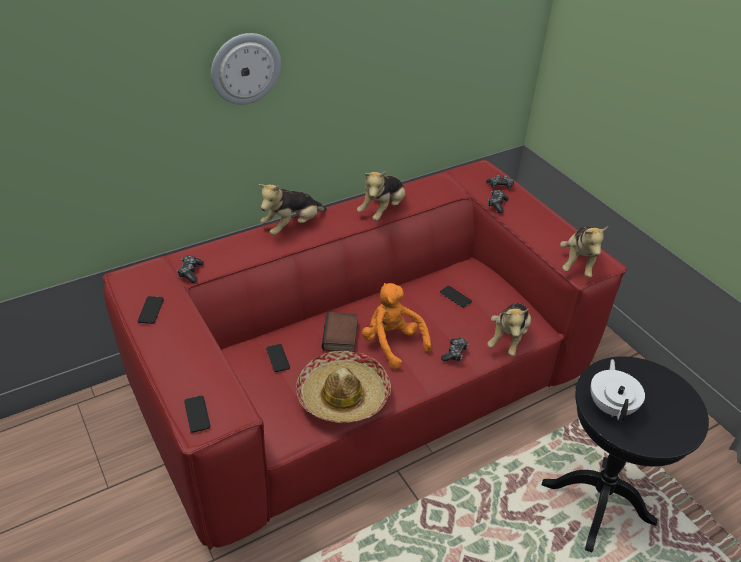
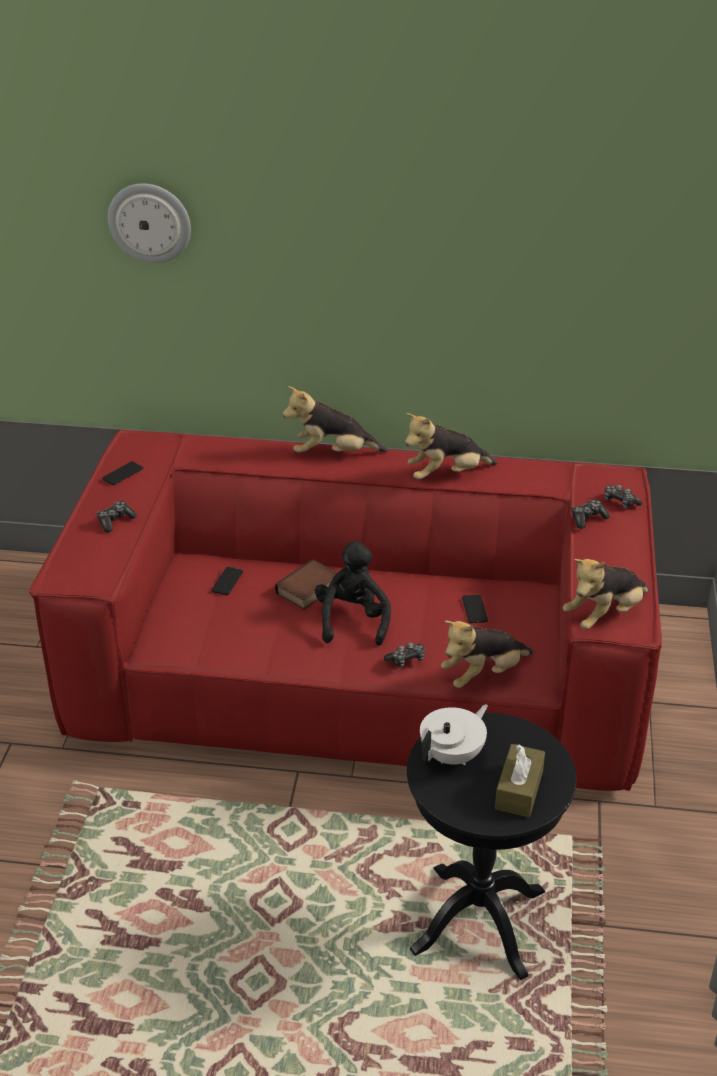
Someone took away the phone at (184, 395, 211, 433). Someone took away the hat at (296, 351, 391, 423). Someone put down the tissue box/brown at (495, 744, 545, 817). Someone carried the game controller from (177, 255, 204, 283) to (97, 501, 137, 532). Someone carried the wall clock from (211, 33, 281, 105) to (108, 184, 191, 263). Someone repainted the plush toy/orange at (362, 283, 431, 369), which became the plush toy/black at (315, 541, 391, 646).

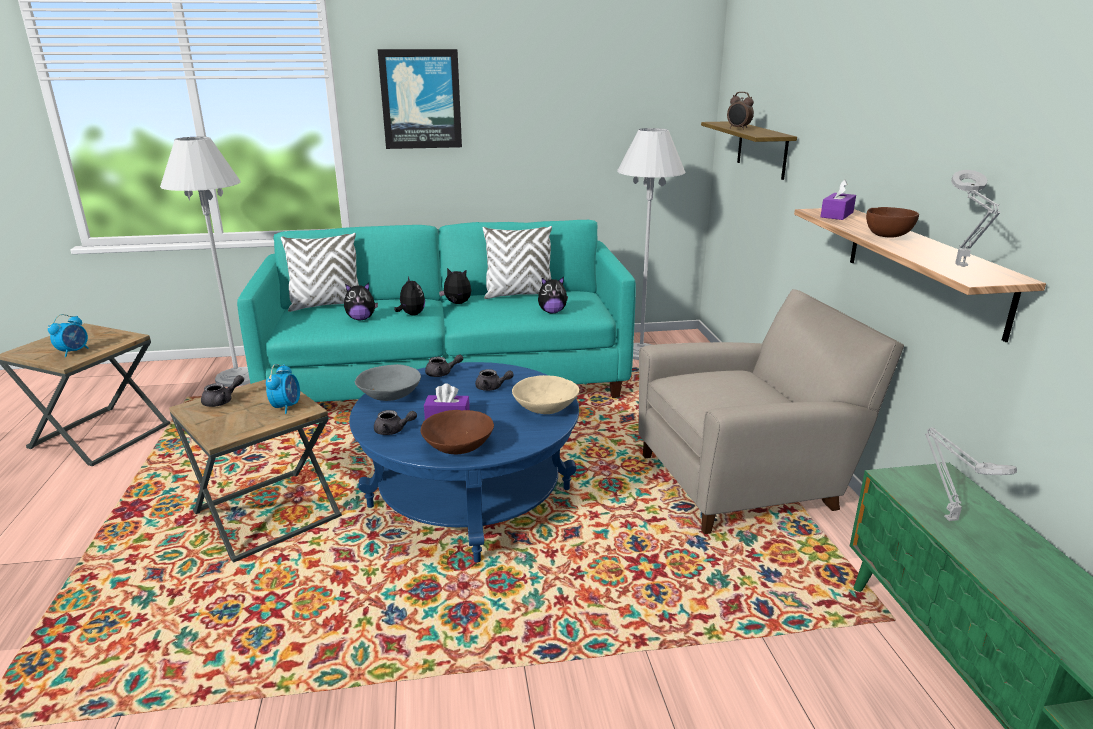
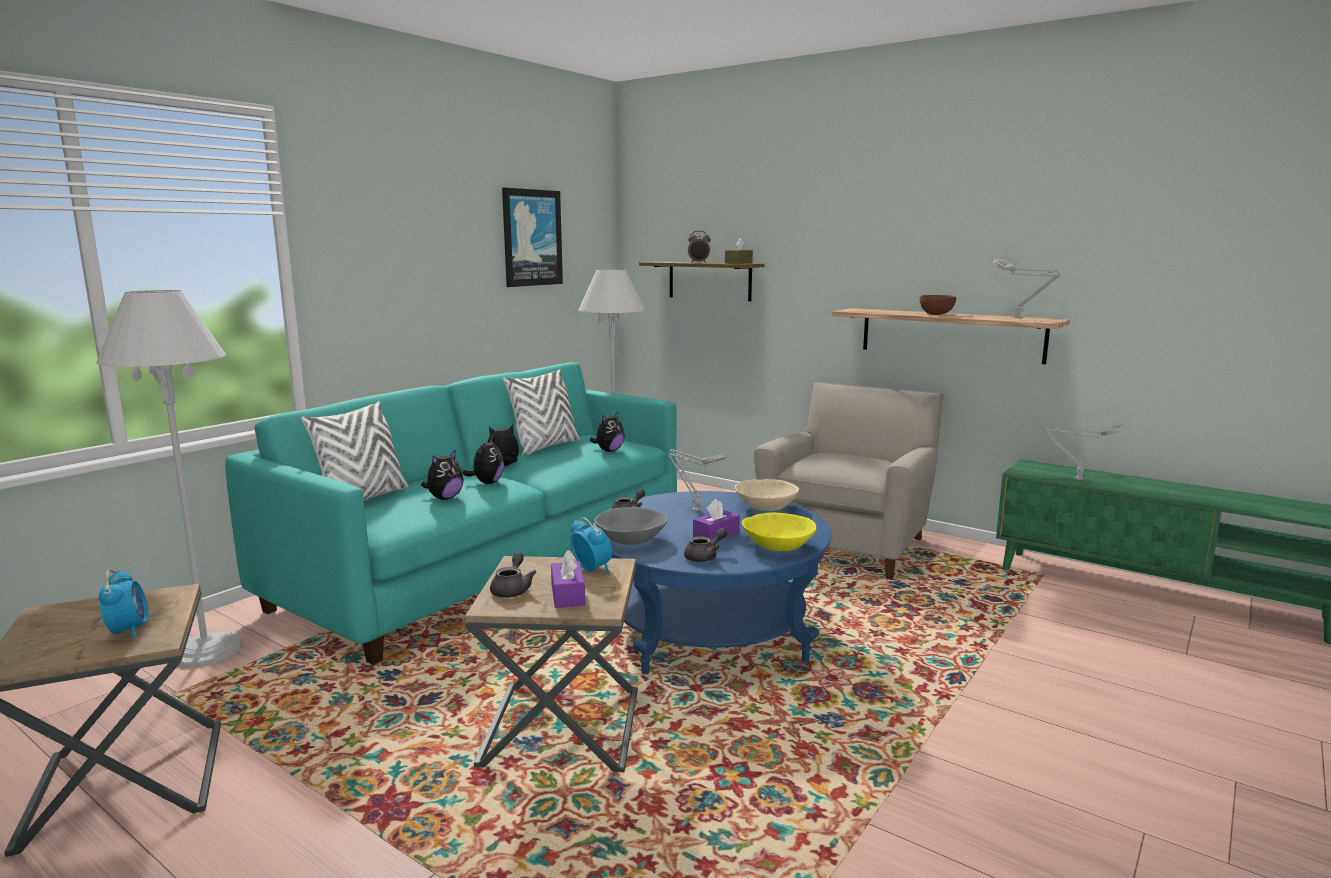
Someone put down the tissue box/brown at (725, 238, 753, 264). Someone carried the picture from (378, 49, 462, 149) to (502, 188, 563, 287). Someone carried the tissue box/purple from (820, 179, 856, 220) to (551, 550, 585, 608). Someone swapped the teapot/grey at (475, 369, 514, 391) for the table lamp/grey at (668, 449, 727, 511). Someone repainted the bowl/brown at (421, 410, 494, 455), which became the bowl/yellow at (742, 513, 816, 551). Someone rotated the plush toy at (394, 276, 425, 315) by 75 degrees clockwise.

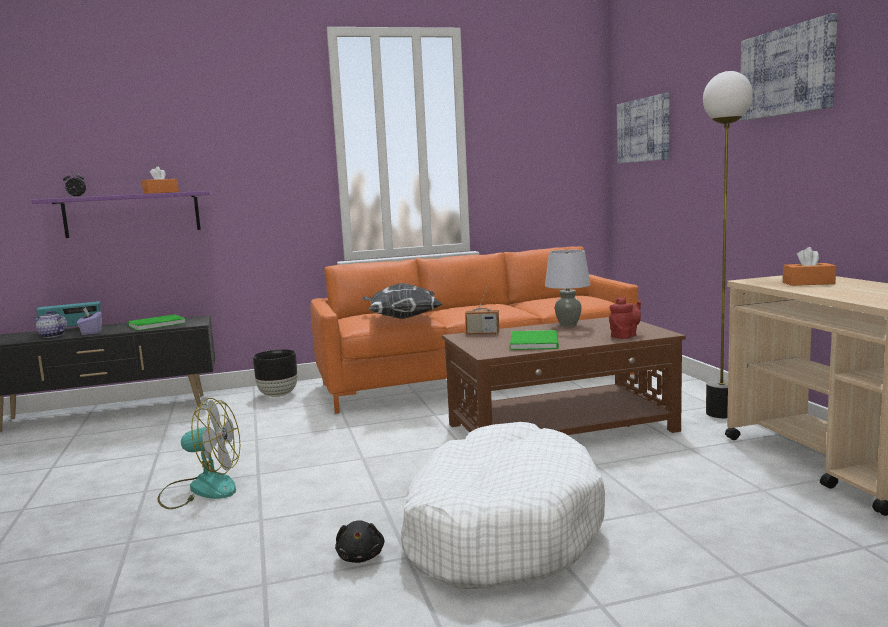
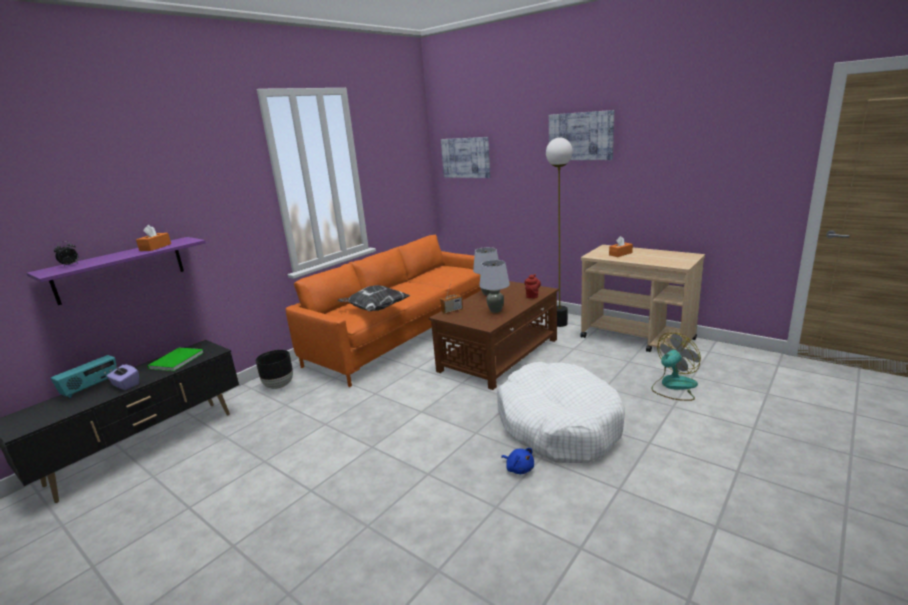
Someone took away the teapot at (33, 311, 68, 338). Someone carried the fan from (158, 398, 240, 509) to (651, 333, 701, 401). Someone swapped the book/green at (510, 330, 559, 350) for the table lamp/grey at (479, 260, 510, 313). Someone repainted the plush toy/black at (335, 520, 384, 563), which became the plush toy/blue at (501, 448, 534, 474).

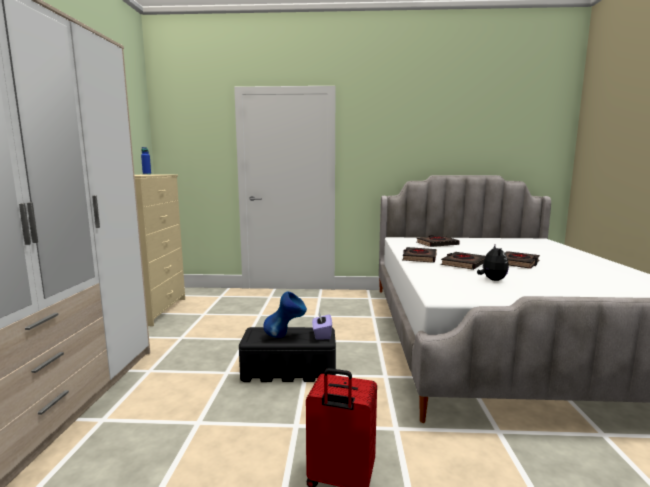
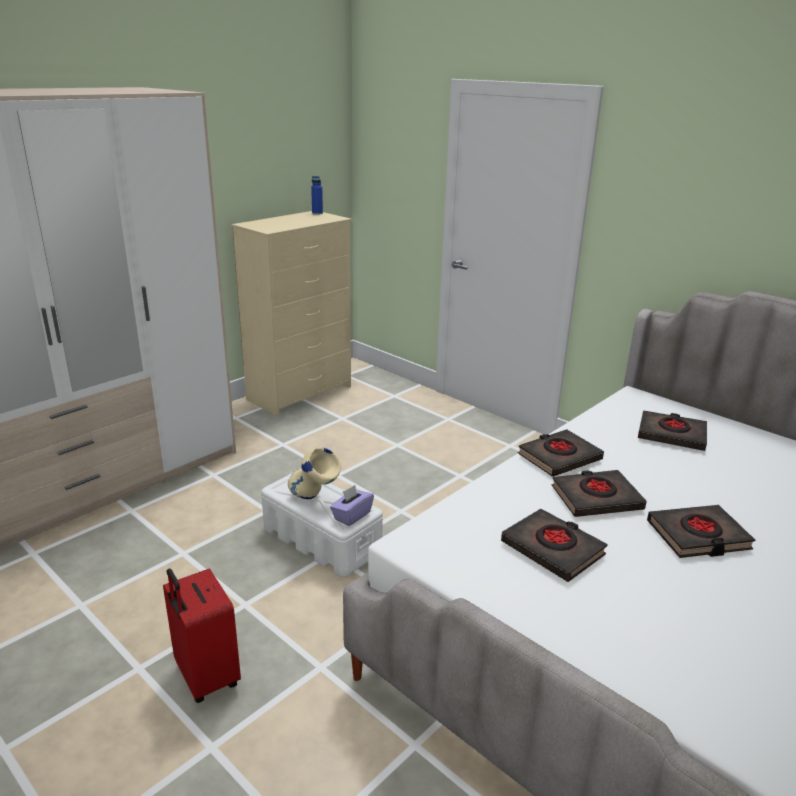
Someone swapped the plush toy at (477, 245, 509, 281) for the book/black at (501, 509, 608, 582). Someone repainted the storage box/black at (239, 327, 336, 382), which became the storage box/white at (261, 472, 383, 577). Someone repainted the vase/blue at (263, 292, 307, 338), which became the vase/beige at (288, 447, 341, 499).

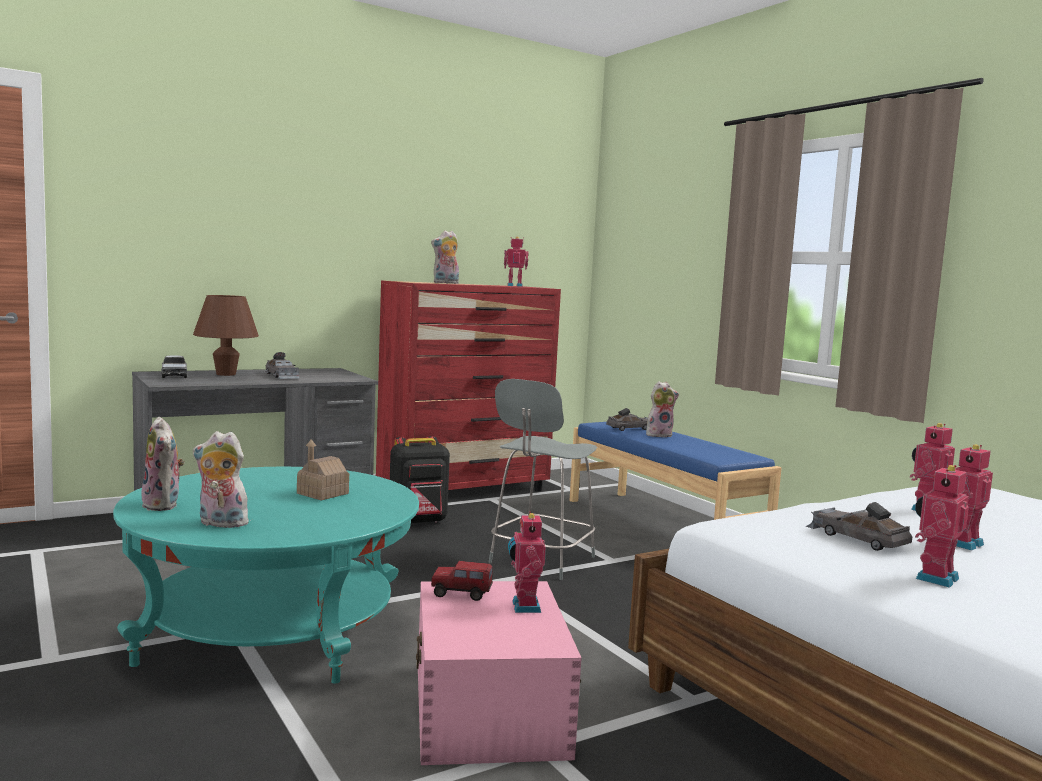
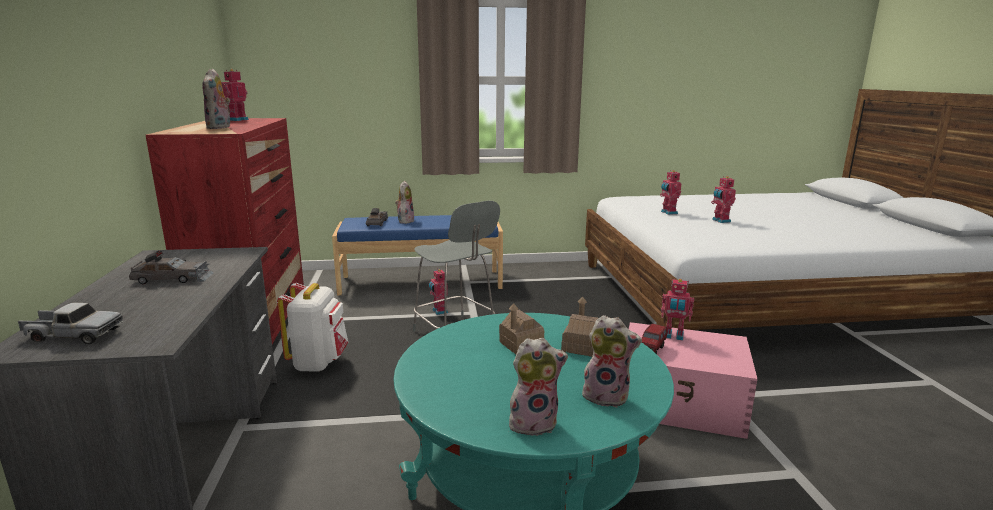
Someone took away the table lamp/brown at (193, 295, 259, 376). Someone took away the toy car/grey at (806, 502, 912, 551). Someone put down the toy house at (561, 296, 598, 357). Someone carried the toy robot from (915, 465, 969, 588) to (429, 268, 448, 315). Someone repainted the backpack/black at (390, 436, 450, 523), which became the backpack/white at (277, 283, 348, 372). Someone rotated the plush toy at (193, 431, 251, 528) by 105 degrees counterclockwise.

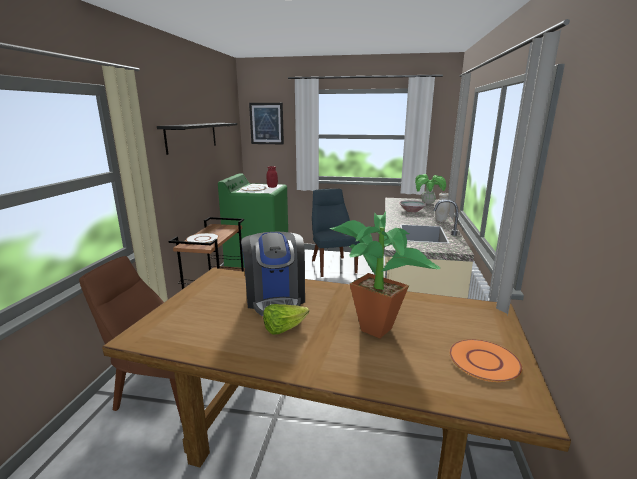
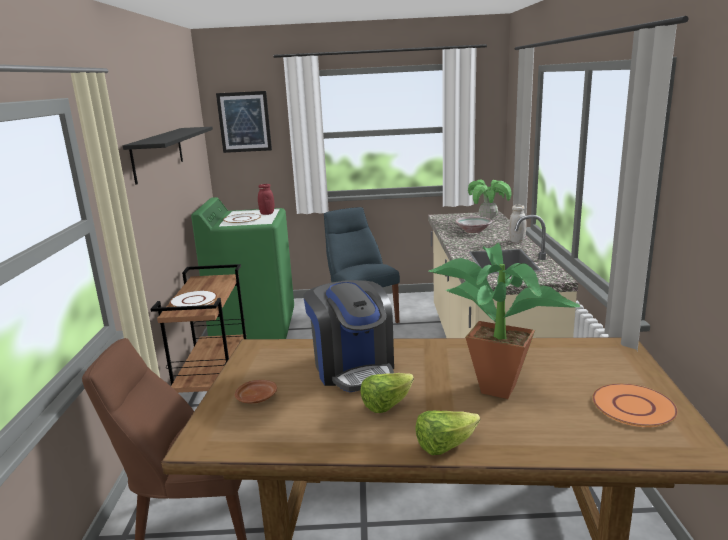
Someone put down the plate/brown at (235, 380, 277, 403). Someone put down the lettuce at (415, 411, 480, 455).

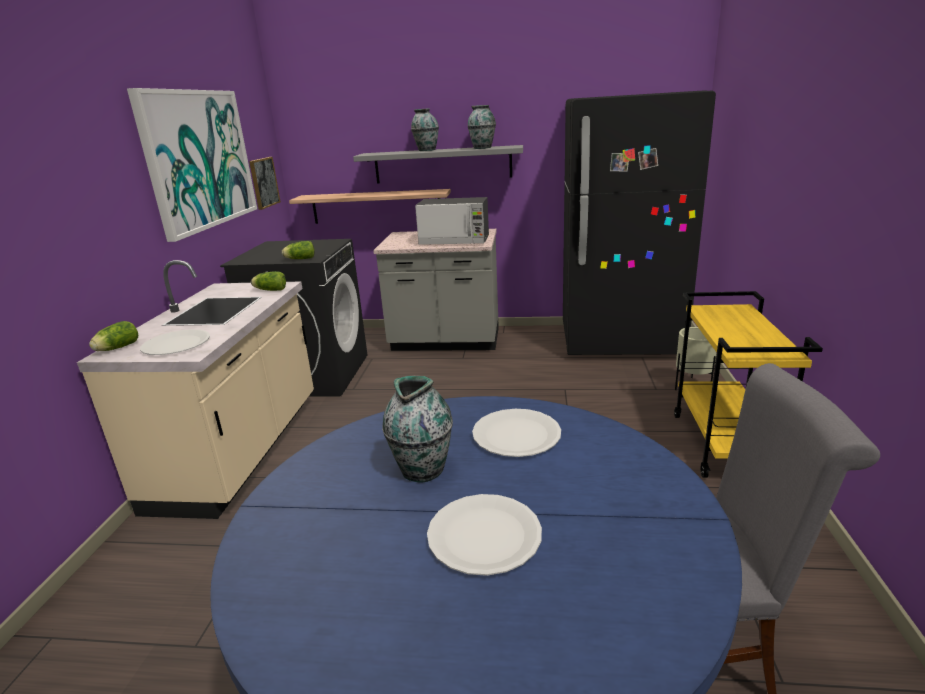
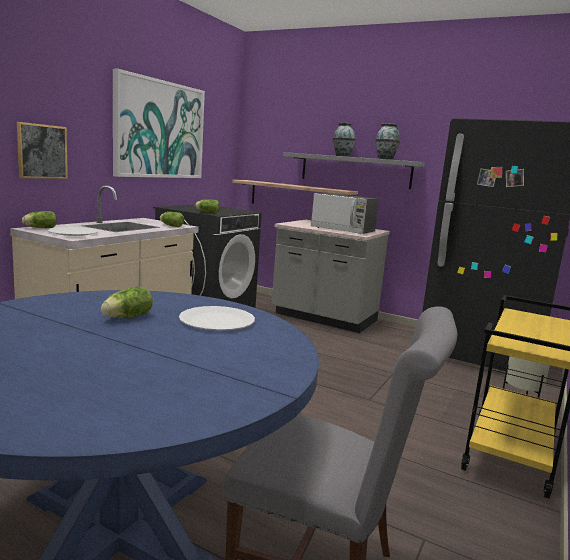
Someone took away the plate/white at (427, 494, 542, 576). Someone carried the picture from (249, 157, 281, 210) to (17, 122, 68, 179). Someone swapped the vase at (382, 376, 453, 482) for the lettuce at (101, 287, 153, 318).

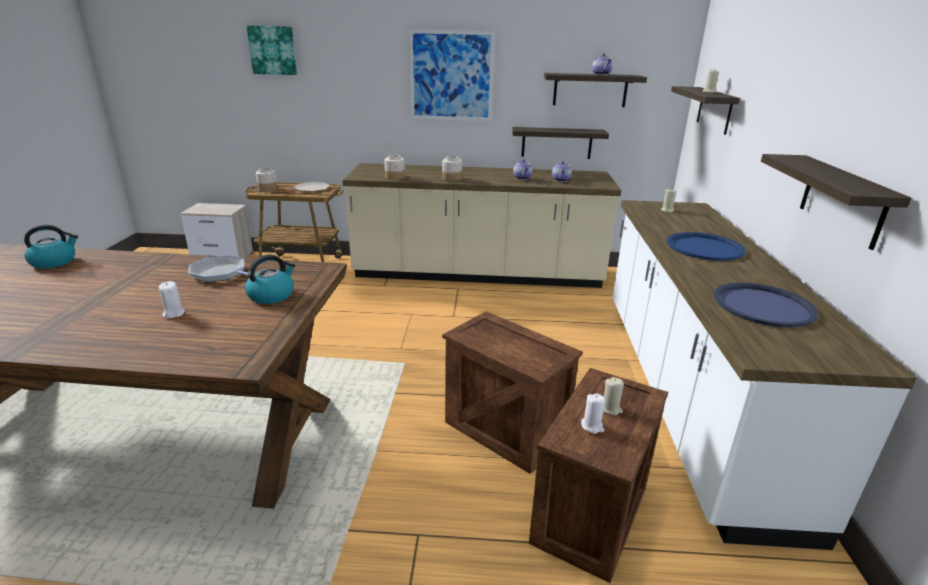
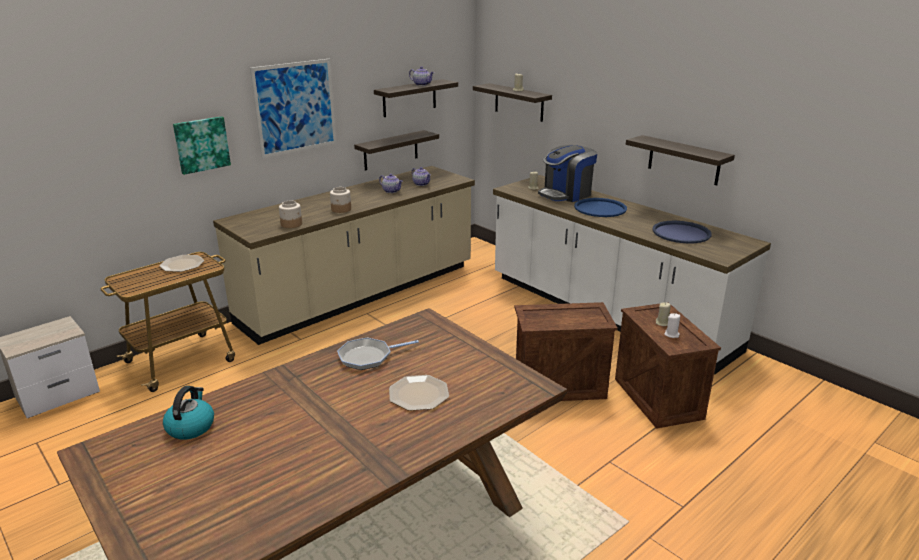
Someone took away the kettle at (245, 254, 295, 304). Someone took away the jar at (256, 168, 277, 191). Someone put down the coffee machine at (538, 145, 597, 202). Someone carried the picture from (247, 26, 297, 75) to (173, 116, 231, 175). Someone swapped the candle/white at (159, 281, 185, 318) for the plate at (389, 375, 449, 411).

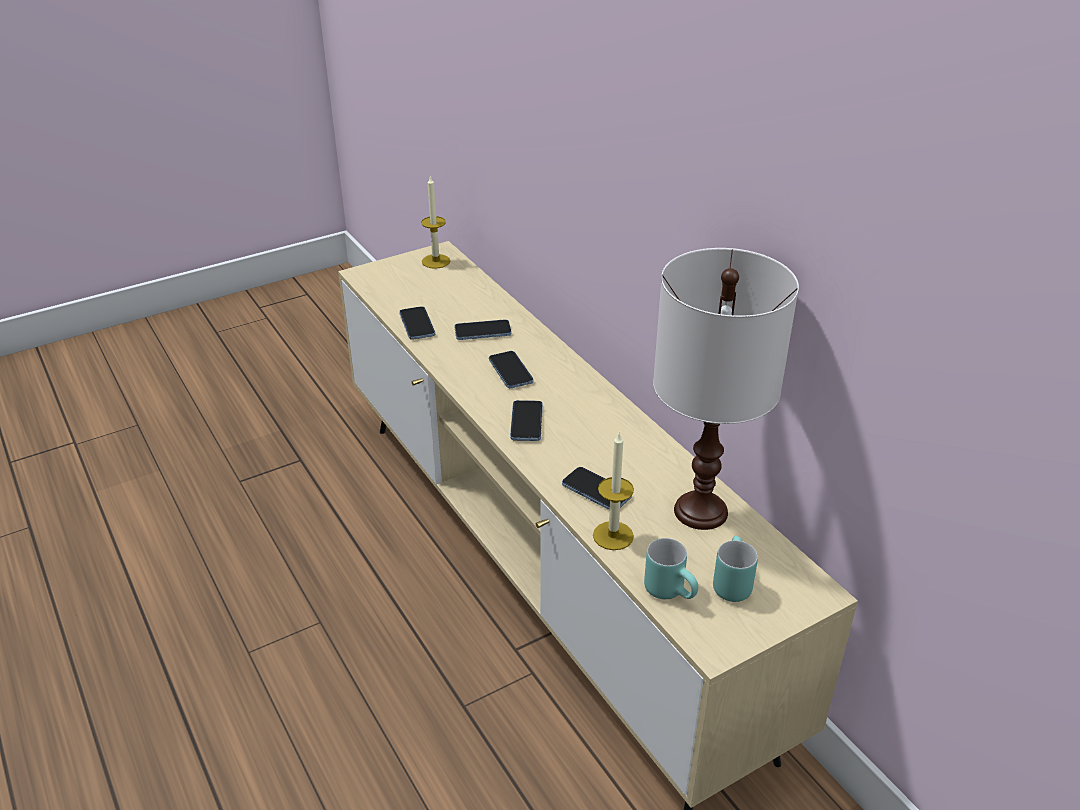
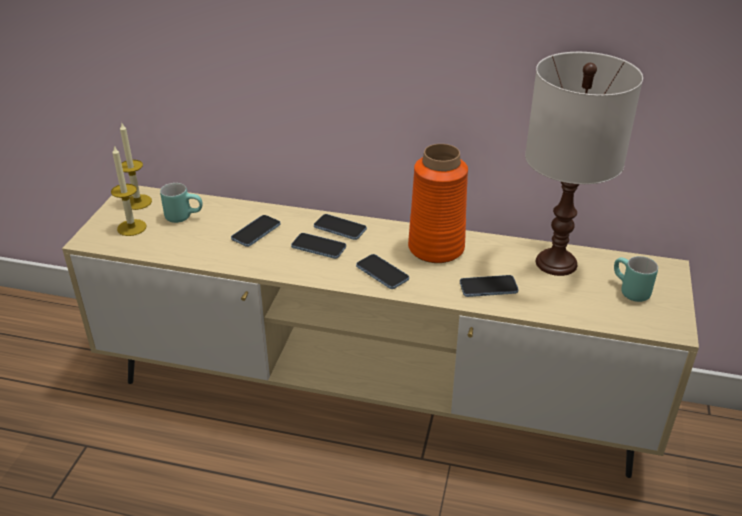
Someone put down the vase/orange at (408, 144, 468, 263). Someone carried the phone from (399, 306, 435, 340) to (314, 214, 367, 240). Someone carried the candle from (593, 433, 634, 550) to (111, 146, 147, 236). Someone carried the mug/turquoise from (644, 538, 698, 599) to (160, 183, 203, 223).

